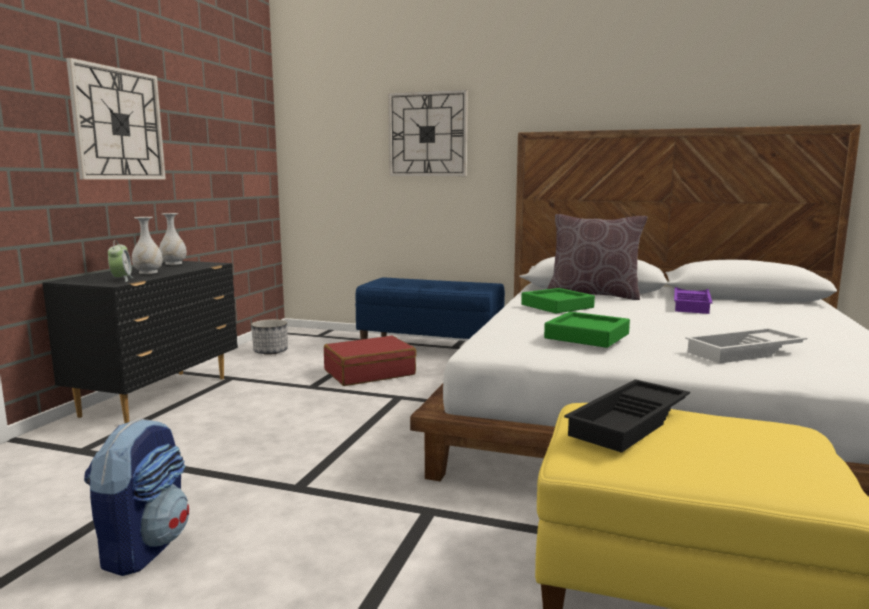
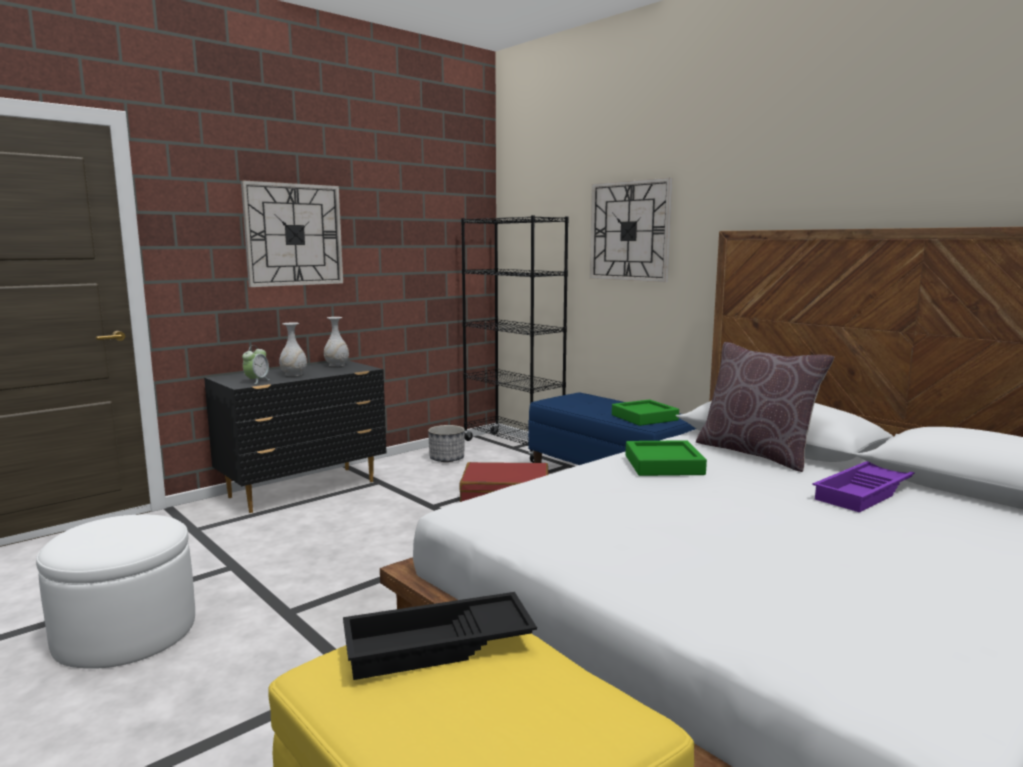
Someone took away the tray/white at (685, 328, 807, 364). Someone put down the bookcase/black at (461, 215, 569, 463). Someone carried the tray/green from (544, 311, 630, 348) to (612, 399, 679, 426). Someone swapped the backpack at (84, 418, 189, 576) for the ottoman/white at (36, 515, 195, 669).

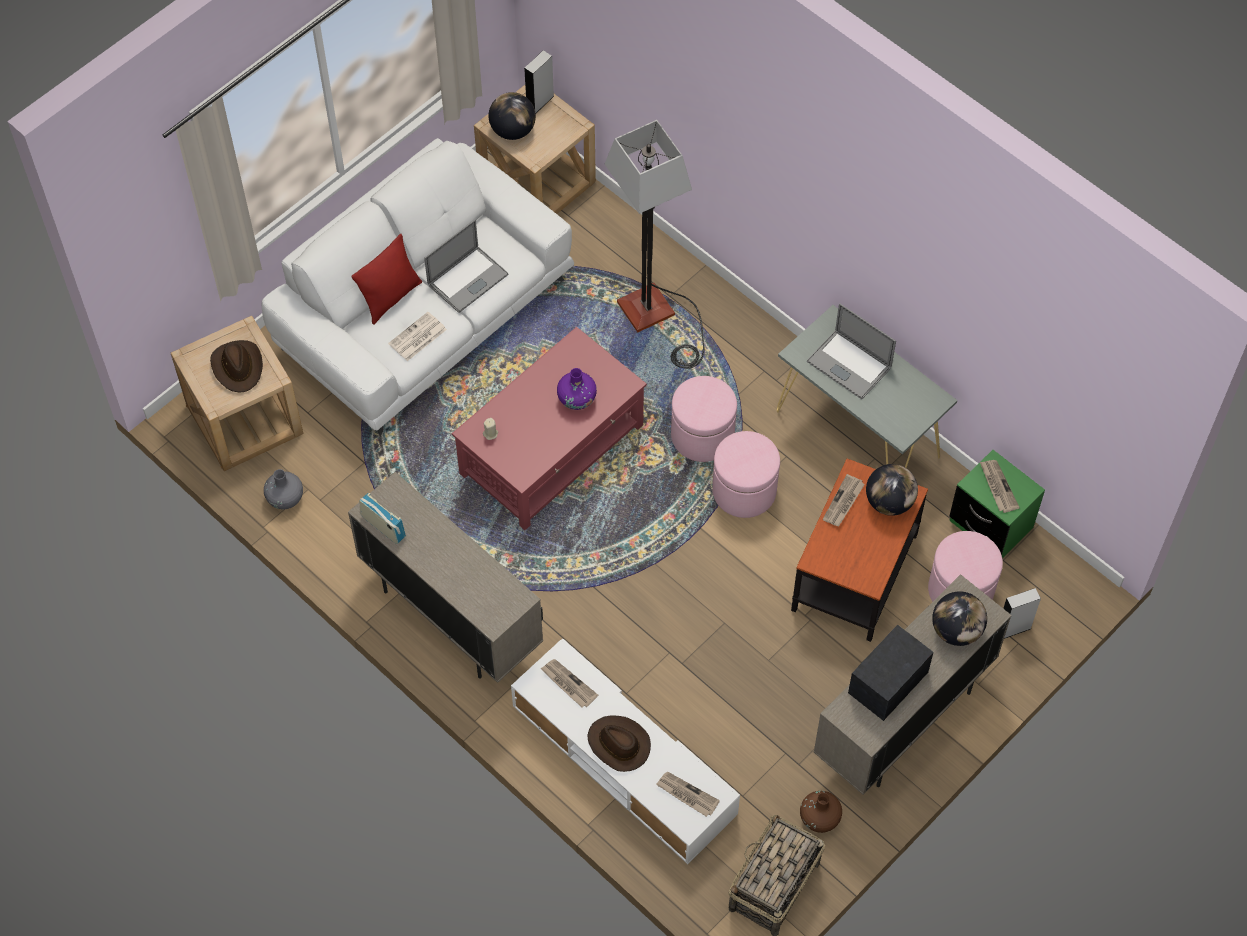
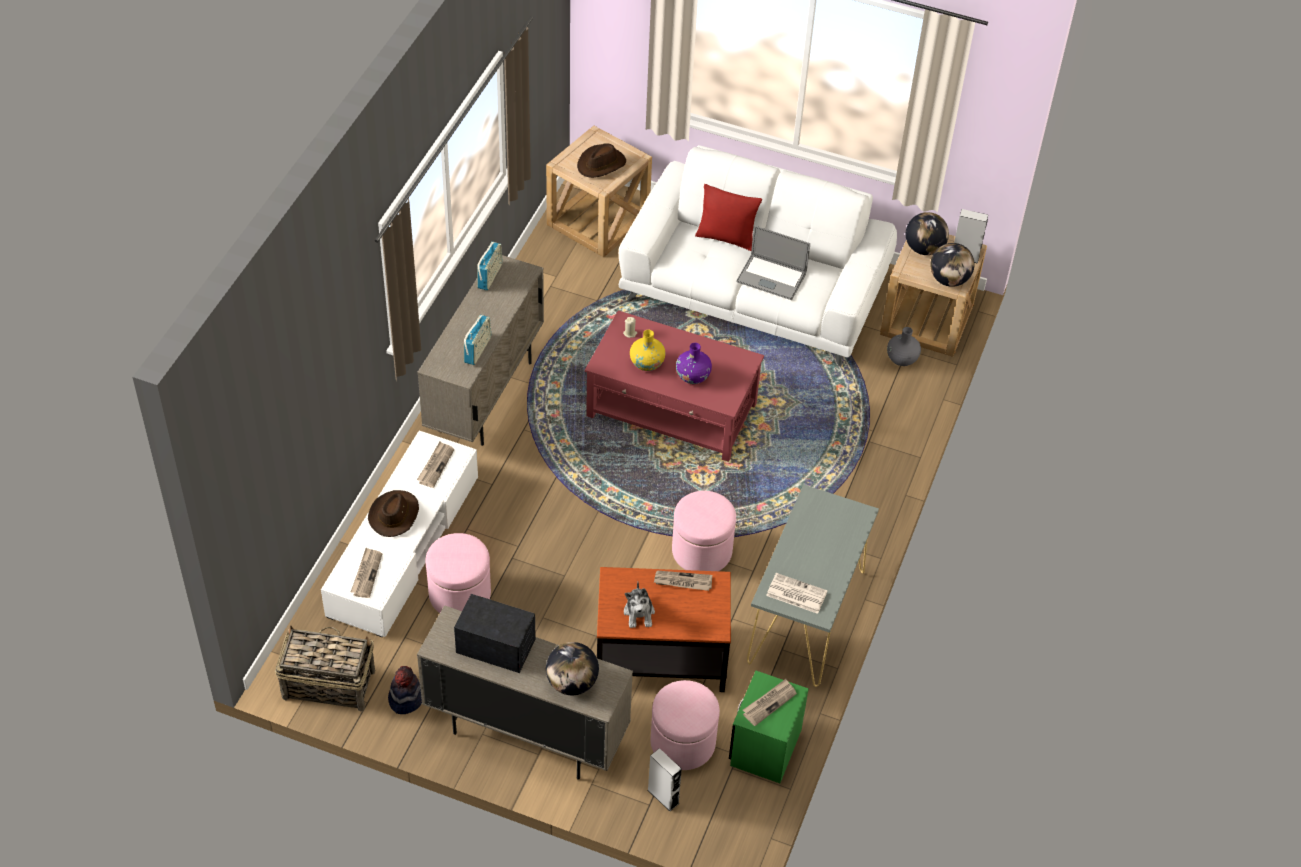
Someone took away the floor lamp at (605, 120, 704, 369). Someone took away the laptop at (807, 304, 896, 399). Someone put down the radio at (464, 315, 491, 365). Someone put down the plush toy at (624, 582, 655, 628). Someone put down the vase/yellow at (630, 330, 666, 371). Someone carried the vase/grey from (264, 469, 303, 509) to (887, 327, 921, 366). Someone carried the newspaper from (388, 312, 447, 361) to (766, 573, 828, 614). Someone carried the ottoman/pink from (671, 376, 737, 462) to (425, 533, 491, 613). Someone carried the globe from (866, 464, 918, 516) to (930, 243, 974, 287). Someone swapped the vase/brown at (800, 791, 842, 833) for the hat at (388, 666, 422, 714).

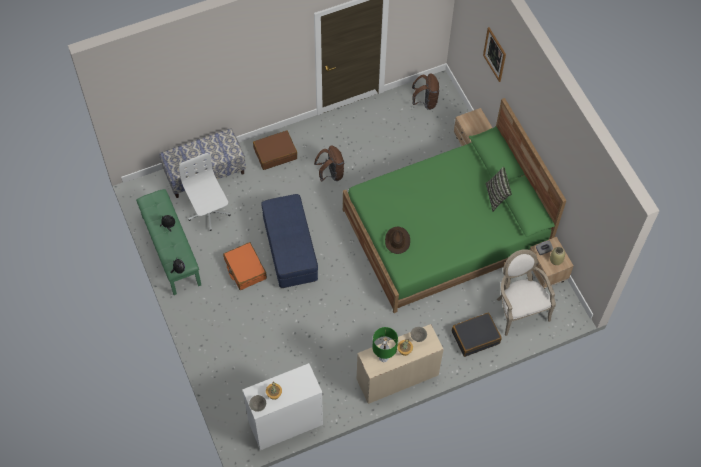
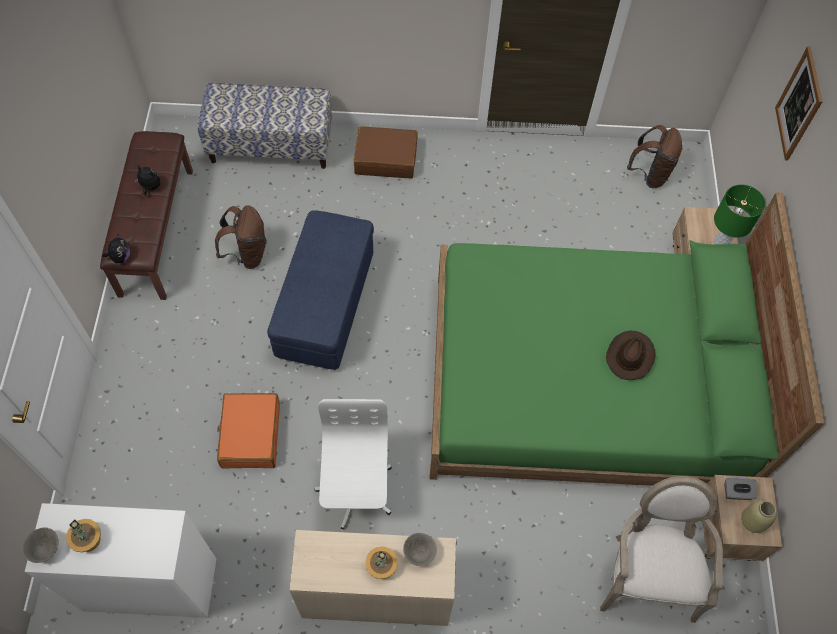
Someone took away the suitcase/black at (452, 313, 502, 357). Someone took away the pillow at (485, 167, 512, 212). Someone carried the office chair/white from (179, 153, 231, 231) to (315, 399, 392, 530). Someone carried the suitcase/orange from (223, 242, 267, 290) to (217, 393, 280, 468). Someone carried the backpack/brown from (314, 145, 344, 181) to (215, 206, 267, 269). Someone carried the table lamp/green from (372, 327, 398, 362) to (713, 184, 765, 244). Someone carried the hat/brown from (385, 227, 410, 254) to (606, 330, 656, 380). Someone repainted the bench/green at (136, 189, 201, 295), which became the bench/brown at (100, 131, 193, 300).

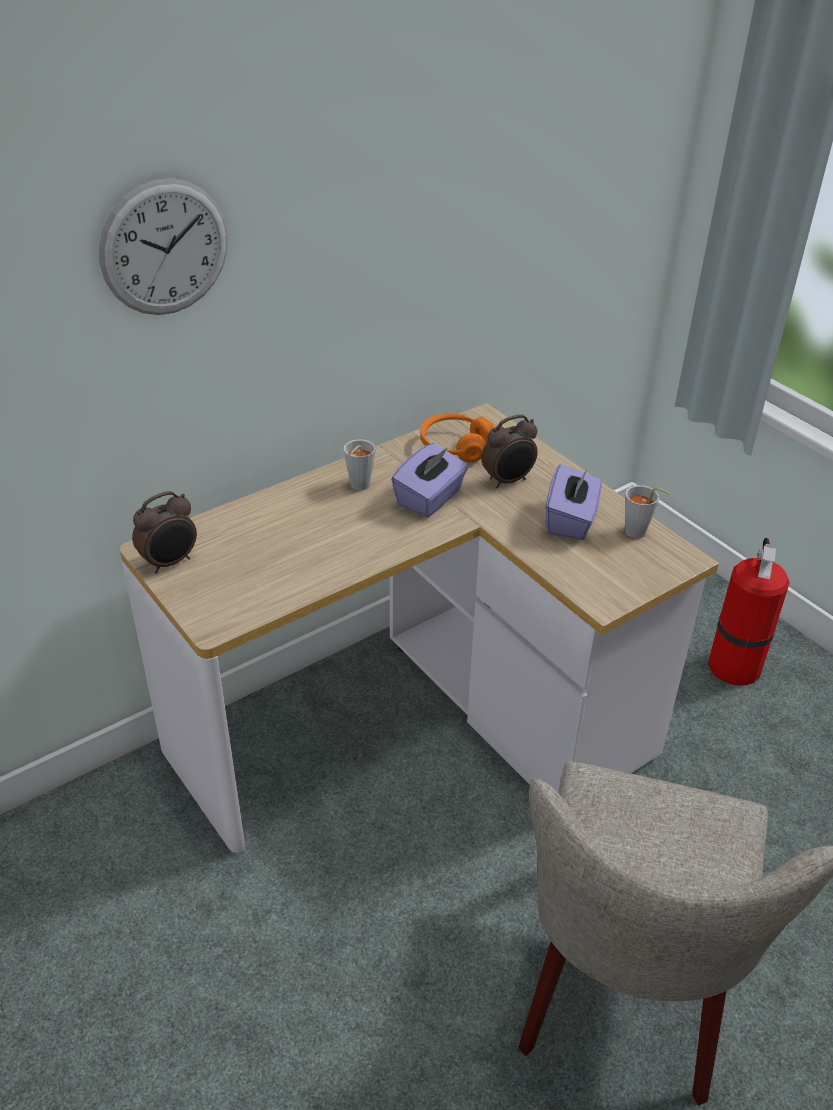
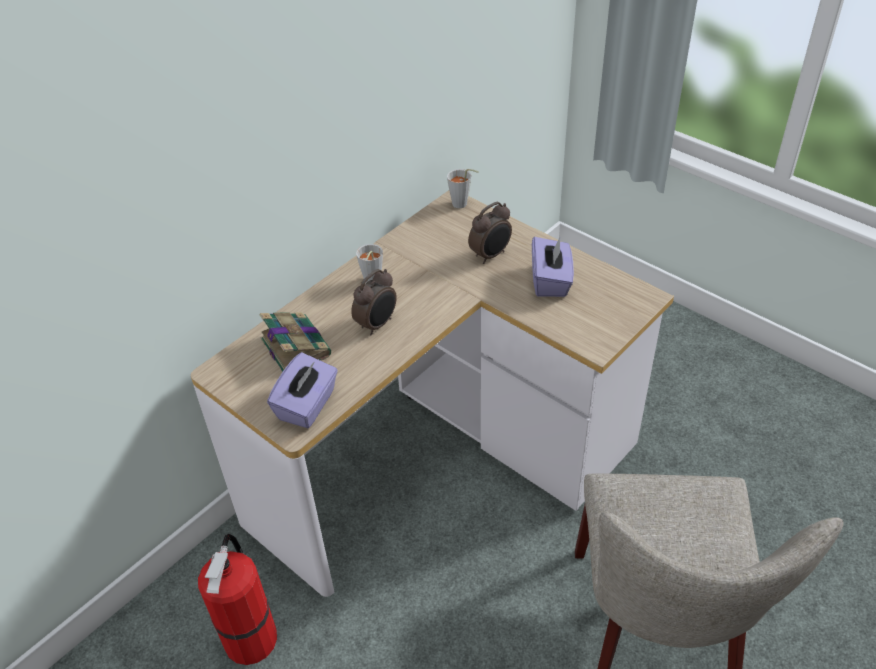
Someone took away the wall clock at (99, 178, 228, 315). Someone took away the headphones/orange at (420, 414, 495, 462). Someone put down the book at (260, 312, 331, 372). Someone carried the alarm clock from (132, 491, 197, 574) to (351, 269, 397, 336). Someone carried the tissue box/purple from (391, 443, 468, 517) to (267, 352, 338, 428). Someone carried the cup/grey from (625, 485, 671, 538) to (447, 169, 479, 208). Someone carried the fire extinguisher from (708, 538, 790, 686) to (198, 534, 277, 665).

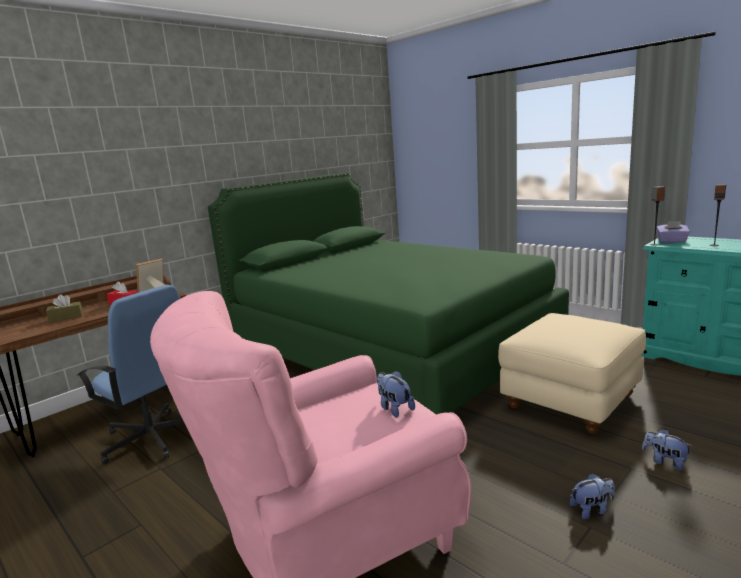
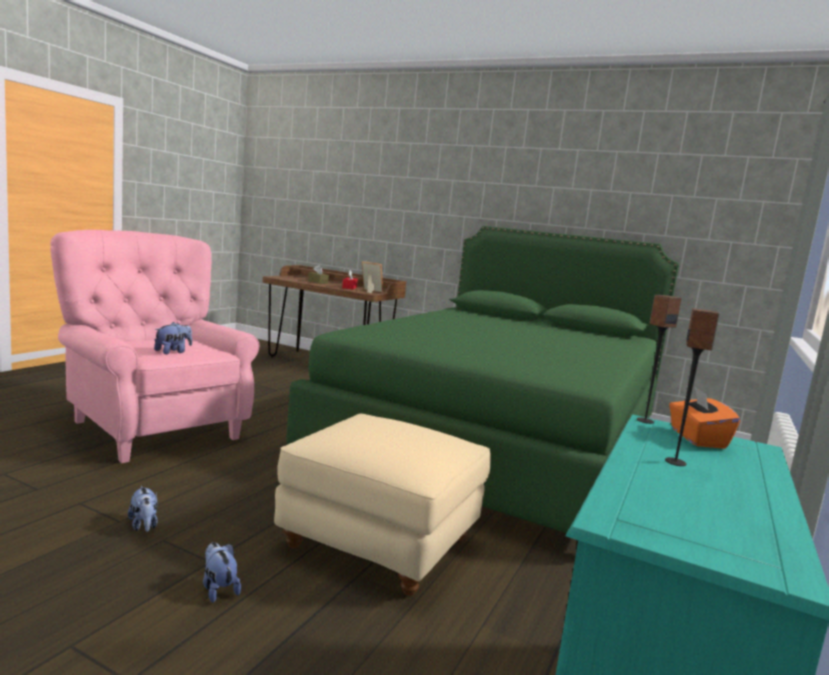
Someone took away the office chair/blue at (77, 285, 184, 464). Someone repainted the tissue box/purple at (656, 221, 690, 243), which became the tissue box/orange at (669, 387, 740, 449). Someone rotated the plush toy at (642, 429, 692, 471) by 60 degrees counterclockwise.

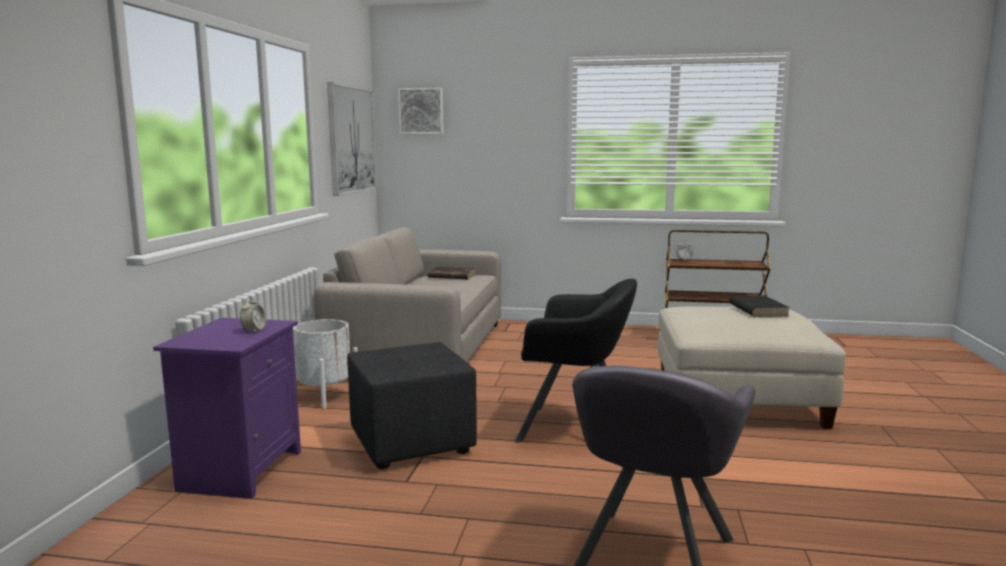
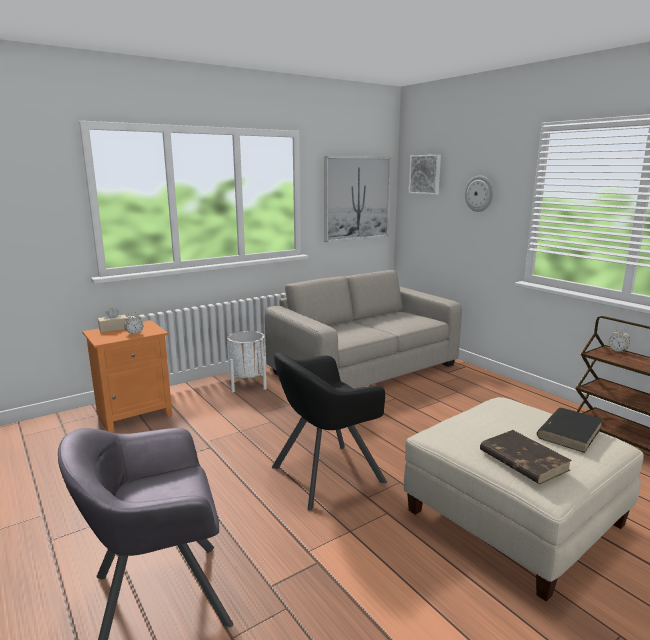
Someone took away the ottoman/black at (347, 342, 477, 469). Someone put down the tissue box/beige at (98, 308, 126, 332). Someone put up the wall clock at (465, 175, 493, 212). Someone carried the book/brown from (427, 267, 476, 279) to (480, 430, 572, 484). Someone repainted the nightstand/purple at (153, 318, 301, 499), which became the nightstand/orange at (82, 320, 172, 432). Someone rotated the armchair/black at (515, 279, 637, 443) by 90 degrees clockwise.

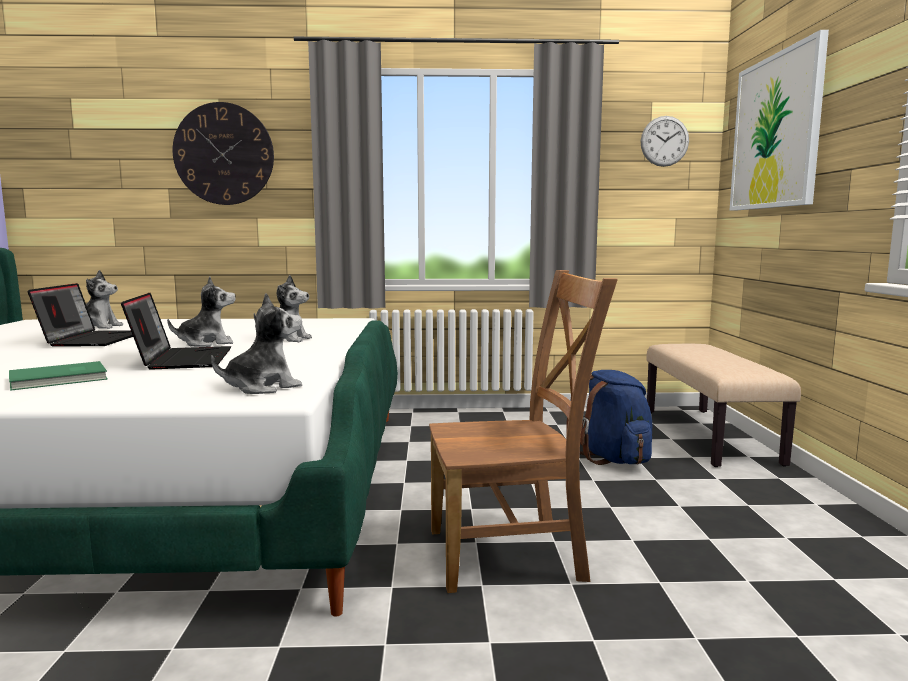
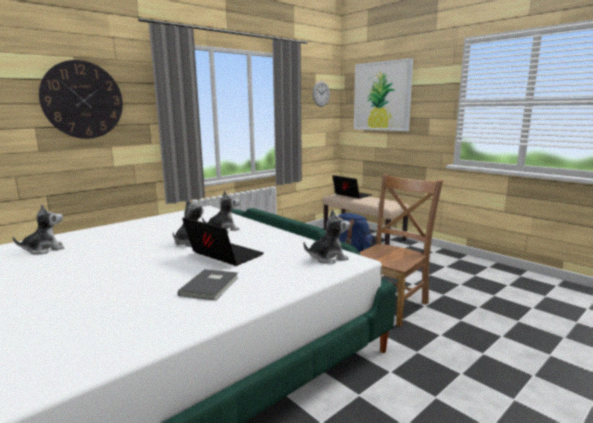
Someone carried the laptop from (27, 283, 133, 347) to (333, 175, 371, 199). Someone repainted the book/green at (9, 361, 108, 391), which became the book/grey at (178, 269, 239, 301). Someone rotated the plush toy at (211, 293, 302, 394) by 60 degrees clockwise.

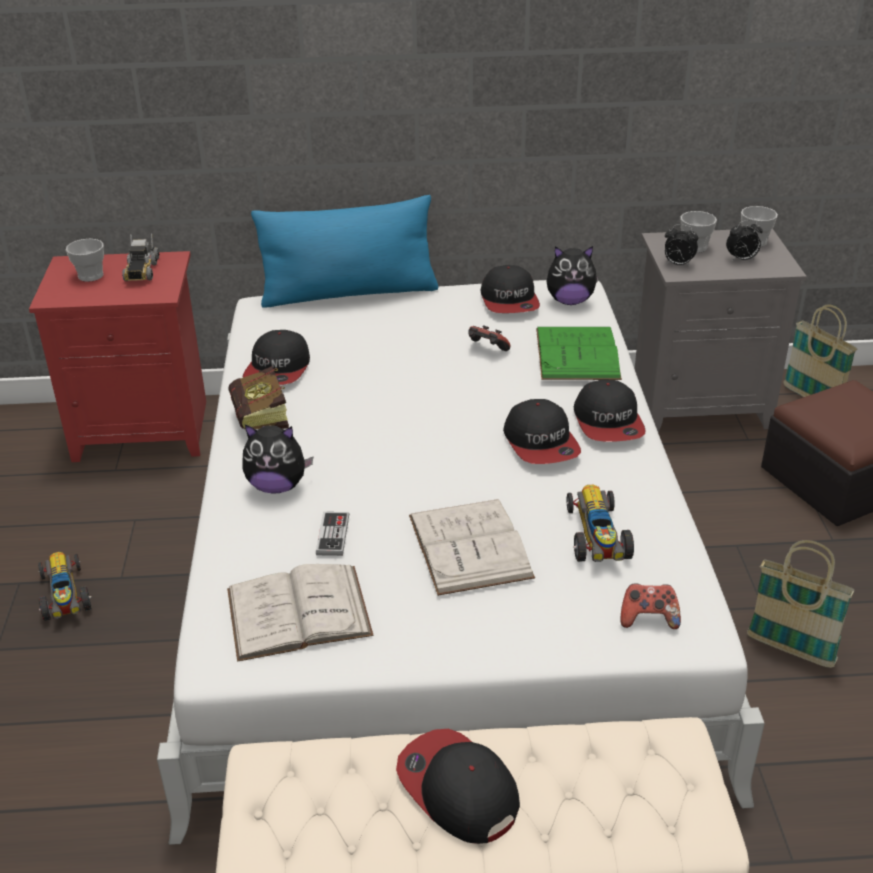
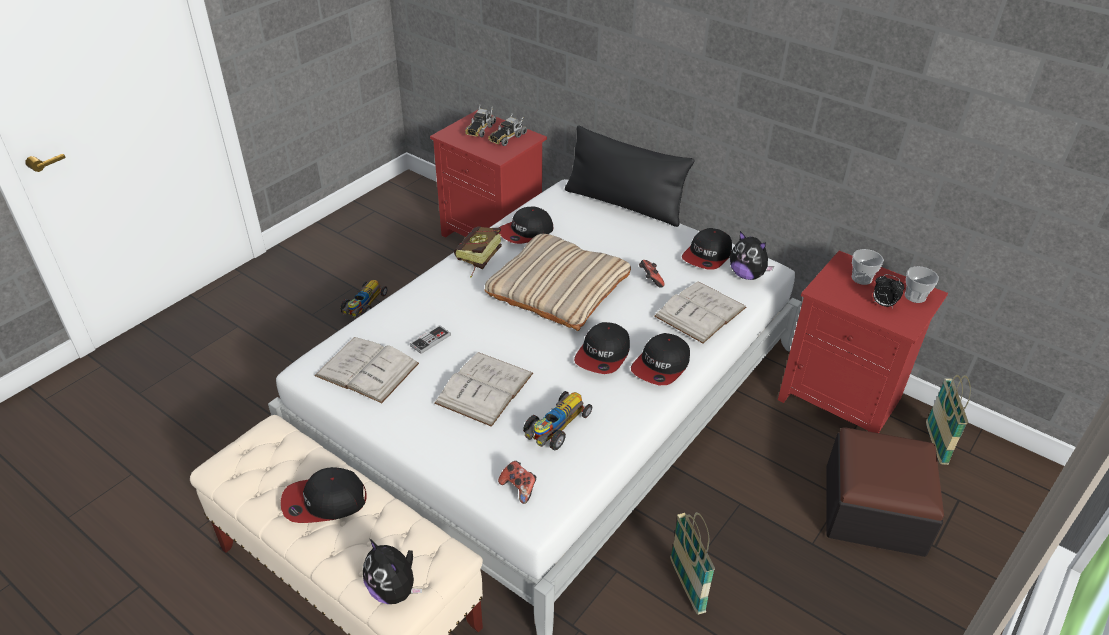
Someone took away the alarm clock at (665, 224, 698, 267). Someone put down the pillow/beige at (484, 234, 631, 331). Someone carried the plush toy from (242, 424, 313, 493) to (363, 539, 422, 604). Someone swapped the cup at (66, 239, 104, 282) for the toy truck at (465, 104, 496, 137). Someone repainted the pillow/blue at (251, 195, 438, 308), which became the pillow/black at (565, 125, 695, 227). Someone repainted the book/green at (536, 327, 622, 380), which became the book/white at (654, 281, 746, 343). Someone repainted the nightstand/grey at (635, 228, 807, 433), which became the nightstand/red at (778, 251, 948, 433). Someone rotated the cap at (396, 729, 520, 844) by 105 degrees counterclockwise.

